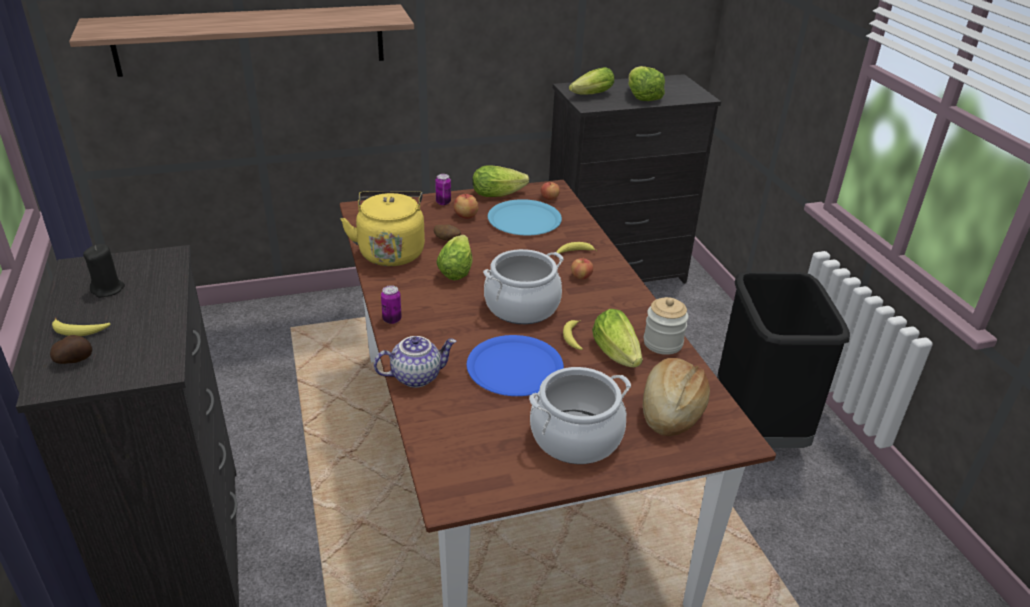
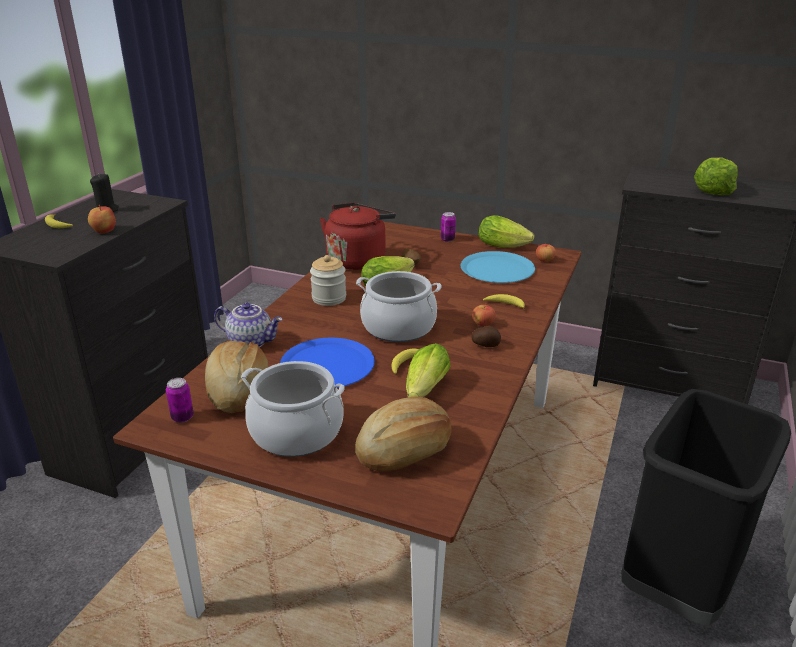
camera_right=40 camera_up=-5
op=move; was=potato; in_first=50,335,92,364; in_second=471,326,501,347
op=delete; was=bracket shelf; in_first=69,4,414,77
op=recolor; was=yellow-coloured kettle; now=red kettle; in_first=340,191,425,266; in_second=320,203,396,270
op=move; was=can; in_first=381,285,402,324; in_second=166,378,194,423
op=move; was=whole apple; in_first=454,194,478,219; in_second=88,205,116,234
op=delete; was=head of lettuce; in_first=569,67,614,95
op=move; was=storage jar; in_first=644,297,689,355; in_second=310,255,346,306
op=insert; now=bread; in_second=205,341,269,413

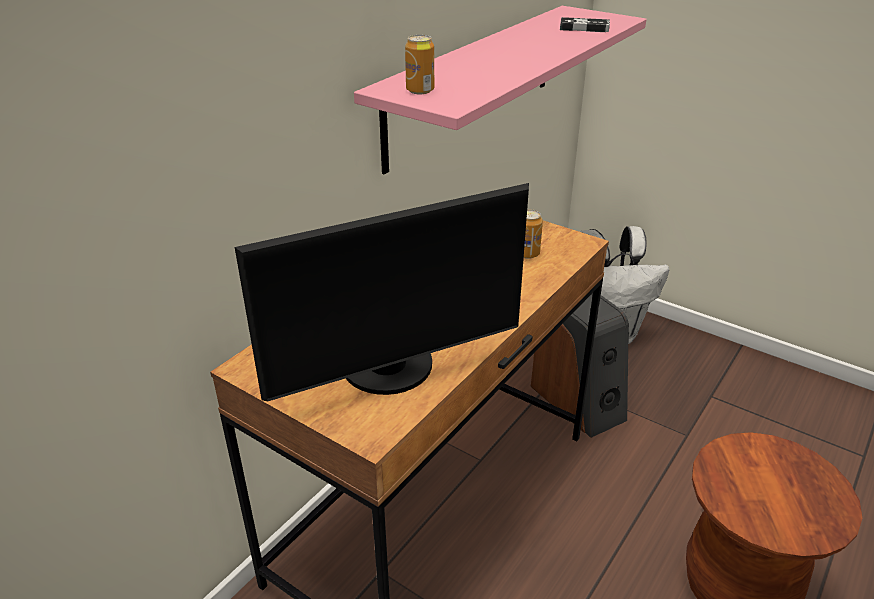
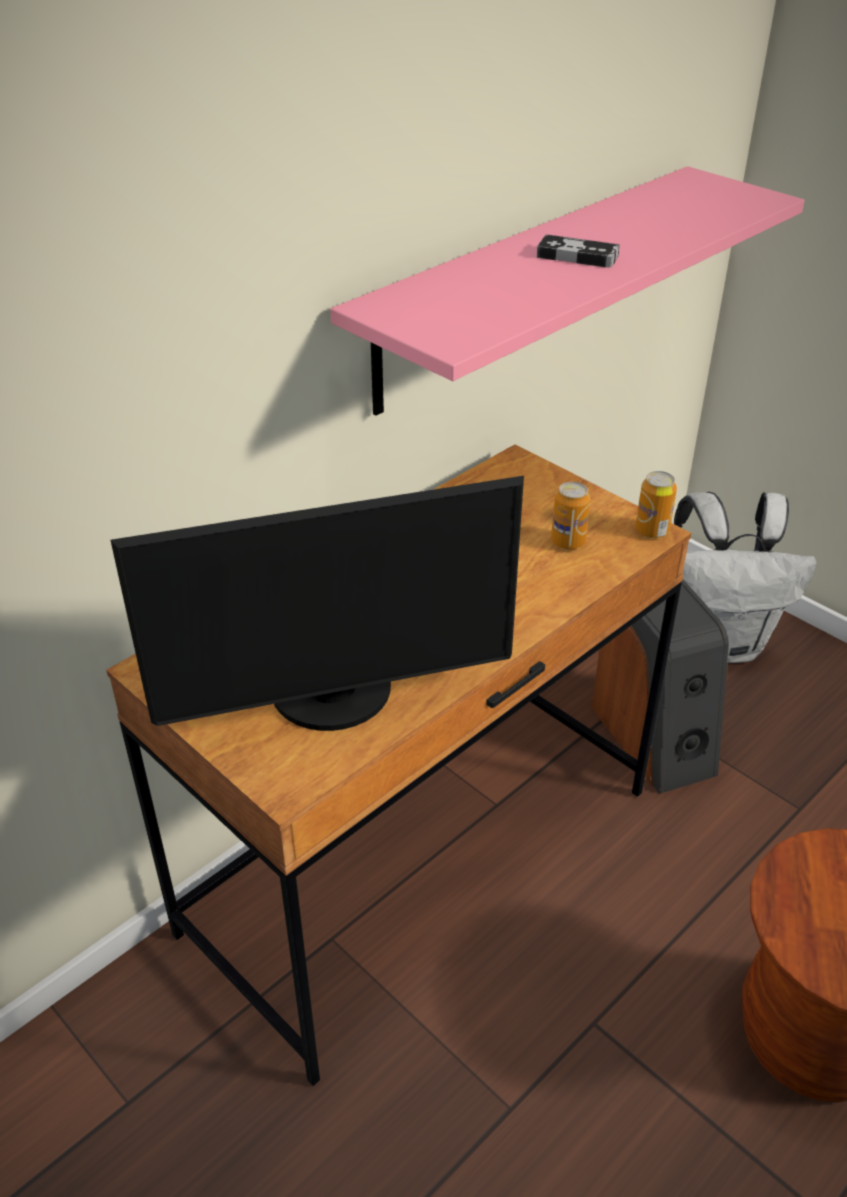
camera_right=10 camera_up=5
op=move; was=can; in_first=405,35,434,94; in_second=635,471,677,538
op=move; was=joypad; in_first=560,17,610,32; in_second=537,235,620,268

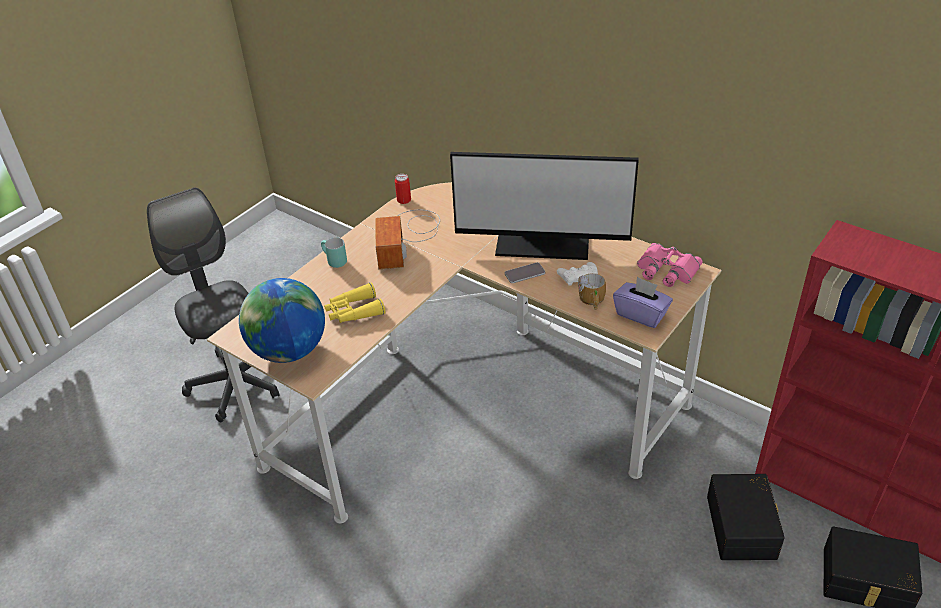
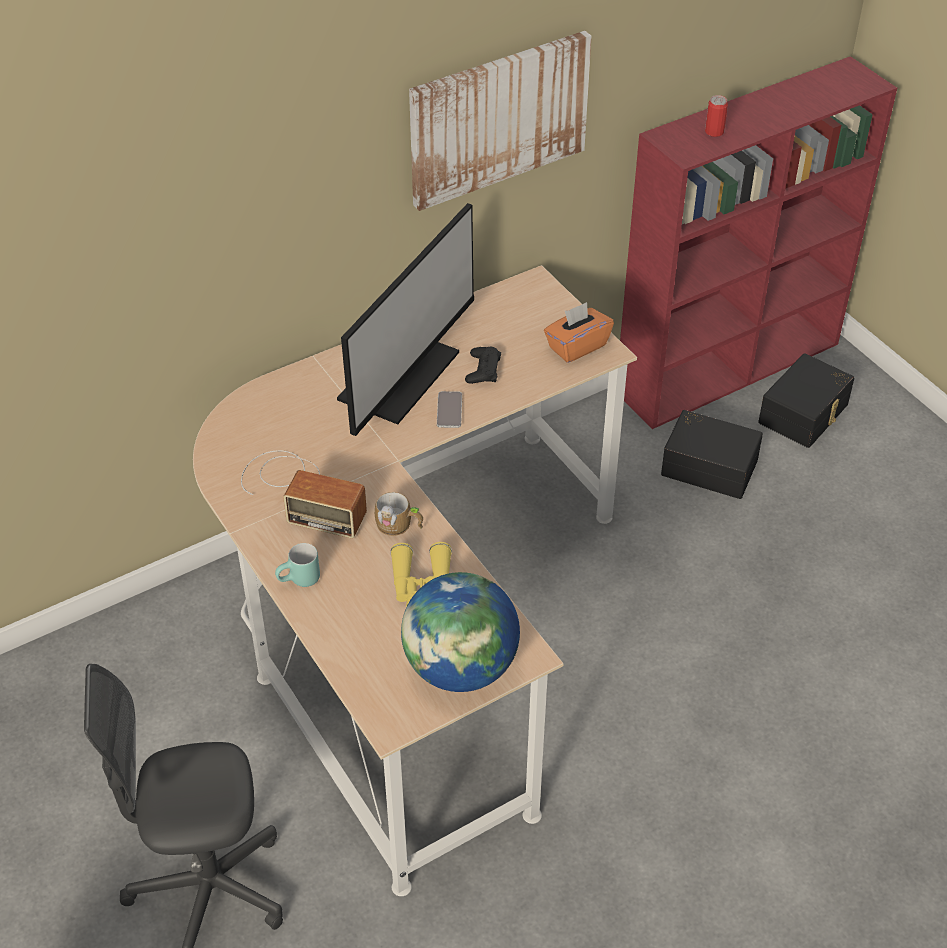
camera_right=-70 camera_up=5
op=move; was=can; in_first=395,174,411,204; in_second=705,95,728,137
op=recolor; was=white-coloured joypad; now=black joypad; in_first=557,262,598,286; in_second=465,347,501,384
op=move; was=coffee mug; in_first=578,273,606,310; in_second=375,492,423,536
op=recolor; was=purple tissue holder; now=orange tissue holder; in_first=613,277,673,328; in_second=544,302,614,363
op=delete; was=pink binoculars; in_first=637,243,703,287
op=insert; now=wall art; in_second=409,31,592,211

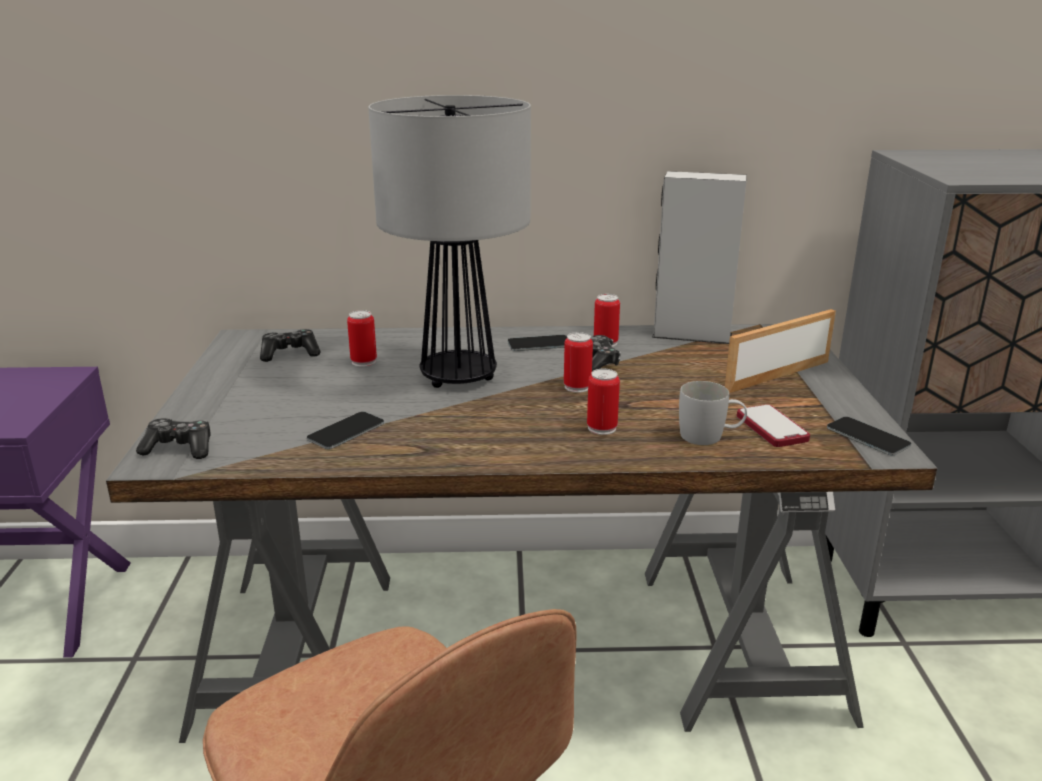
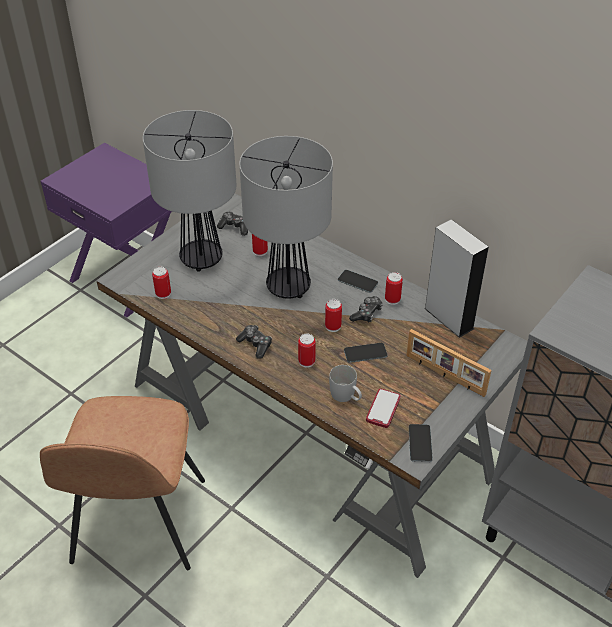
camera_right=40 camera_up=20
op=move; was=joypad; in_first=136,418,211,459; in_second=236,325,272,359
op=move; was=handset; in_first=307,412,384,449; in_second=344,343,388,363
op=rotate; was=picture frame; in_first=725,309,836,393; in_second=406,329,492,397; clockwise=-150
op=insert; now=table lamp; in_second=143,110,237,272
op=insert; now=can; in_second=152,267,171,299

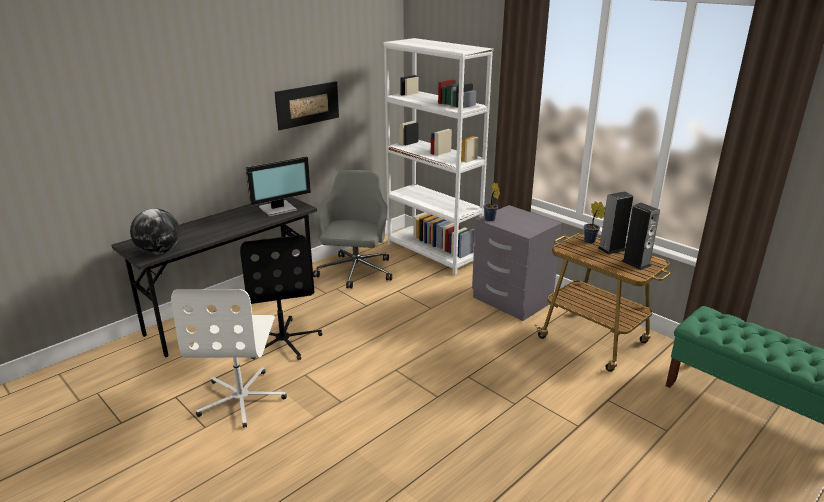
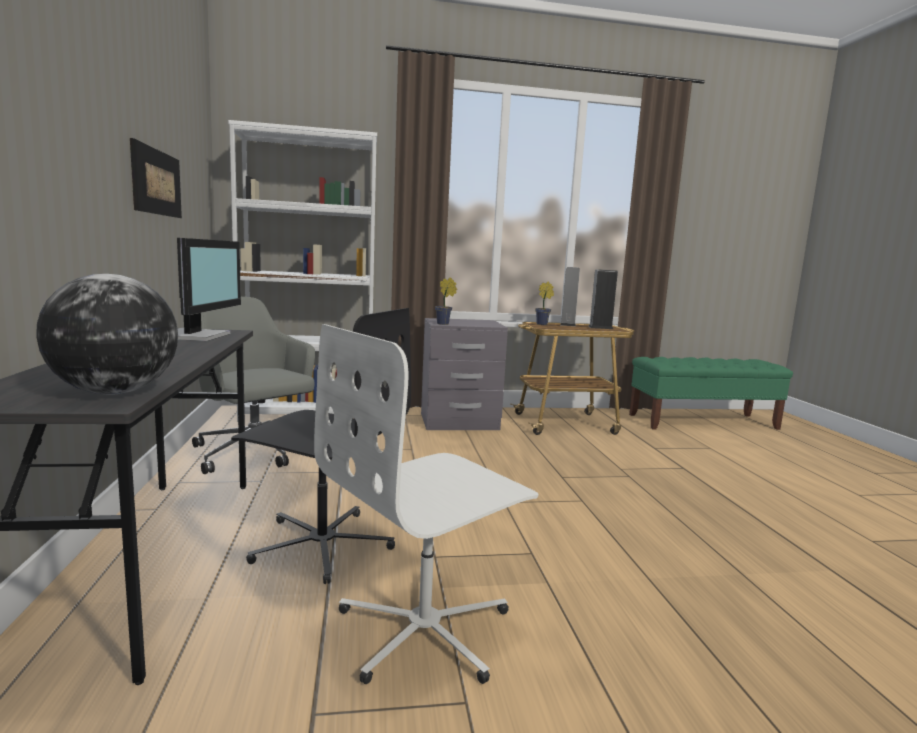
camera_right=-55 camera_up=-15
op=rotate; was=white-coloured office chair; in_first=171,289,287,428; in_second=314,324,539,684; clockwise=105

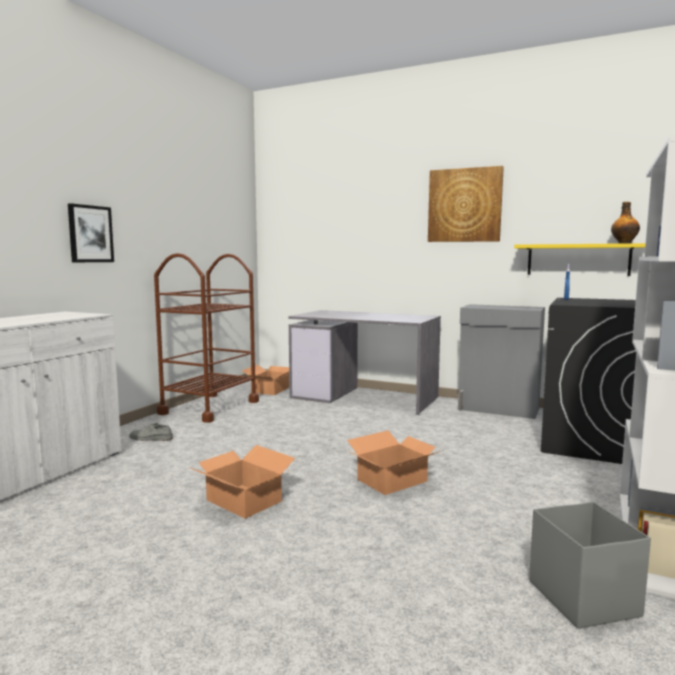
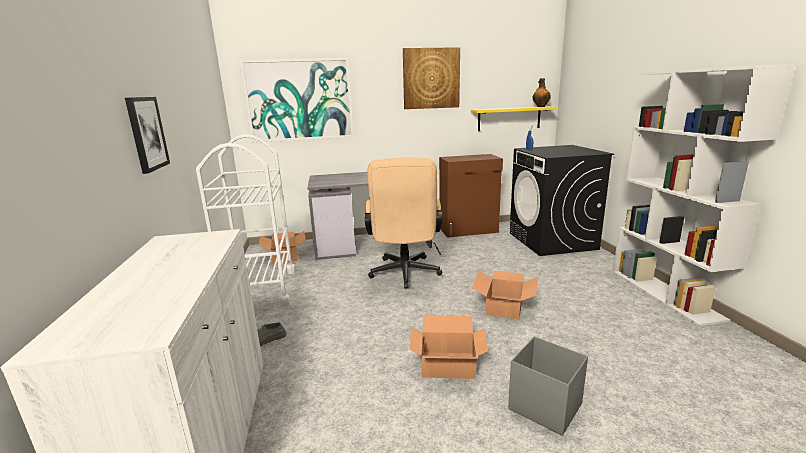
camera_right=-35 camera_up=10
op=recolor; was=brown wheeled cart; now=white-coloured wheeled cart; in_first=154,253,259,423; in_second=196,134,296,307
op=recolor; was=greyish cupboard; now=brown cupboard; in_first=458,304,545,419; in_second=439,154,503,237
op=move; was=greyish storage box; in_first=529,502,651,629; in_second=508,336,588,436
op=insert; now=wall art; in_second=240,58,354,143
op=insert; now=beige-coloured office chair; in_second=365,157,443,289

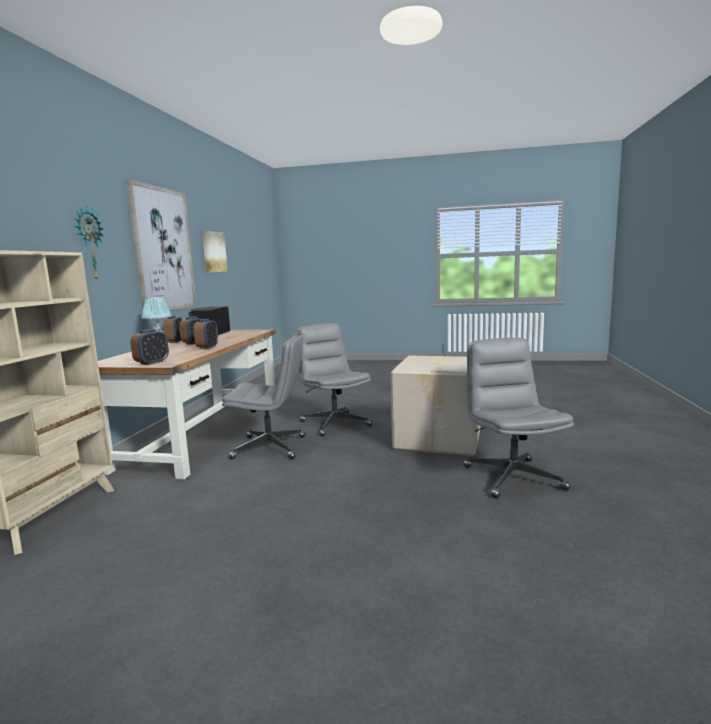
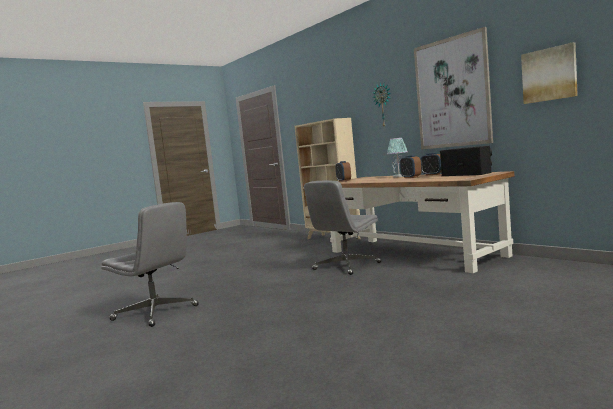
camera_right=130 camera_up=-5
op=delete; was=alarm clock; in_first=194,319,218,349
op=delete; was=greyish office chair; in_first=297,323,372,436
op=delete; was=carton; in_first=390,355,480,456

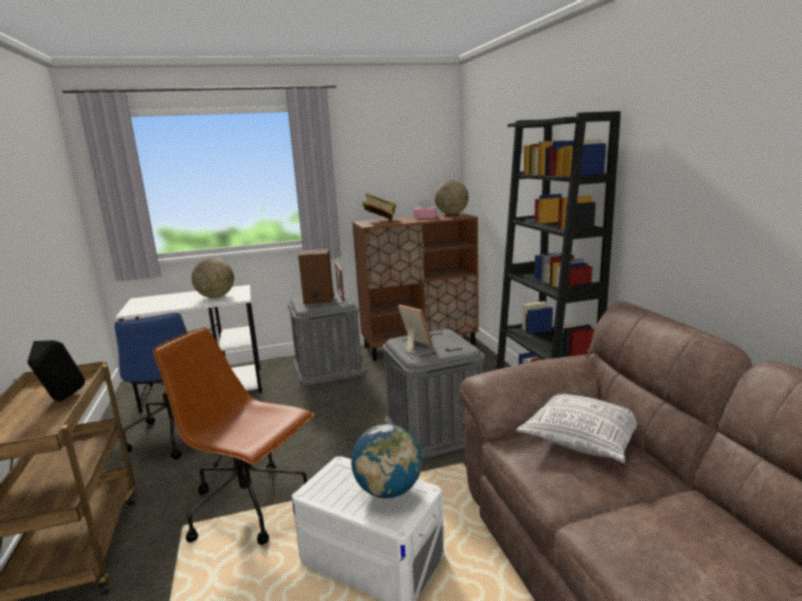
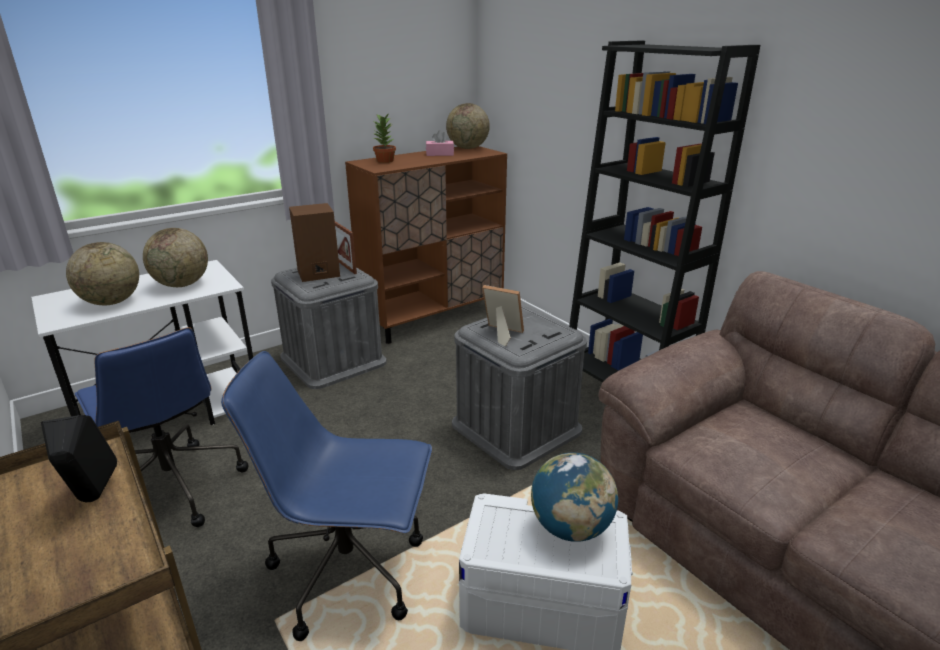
camera_right=-20 camera_up=10
op=recolor; was=brown office chair; now=blue-coloured office chair; in_first=153,328,314,545; in_second=221,351,432,641
op=replace; was=book; now=potted plant; in_first=362,193,397,220; in_second=373,114,396,163
op=delete; was=pillow; in_first=516,394,637,463
op=insert; now=desk globe; in_second=66,242,139,305

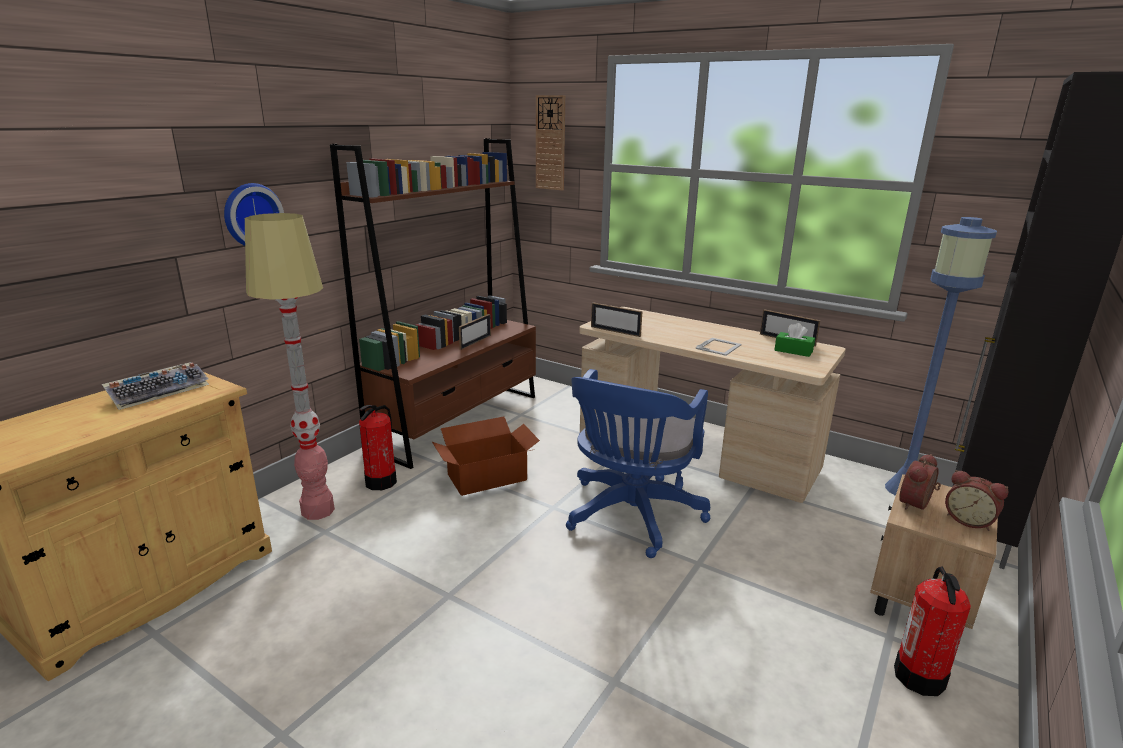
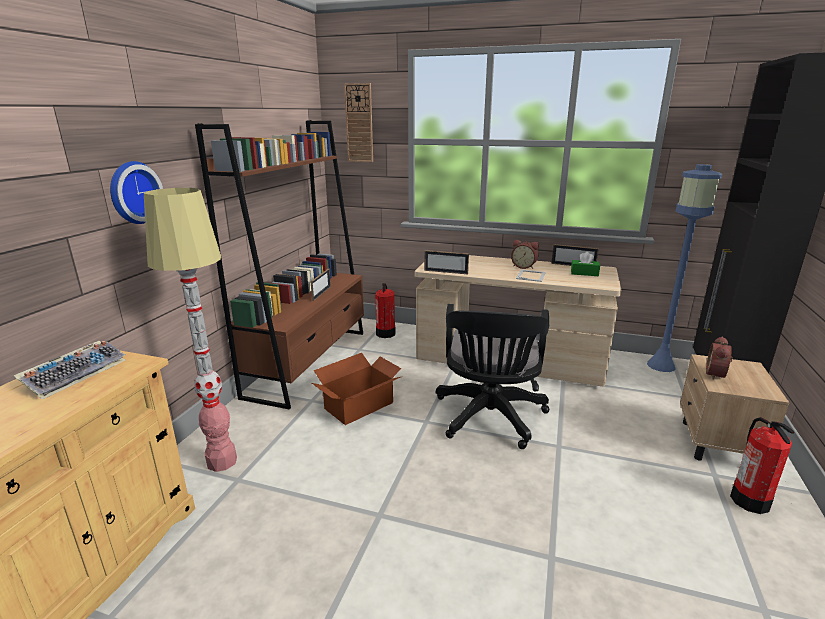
camera_right=-15 camera_up=0
op=move; was=extinguisher; in_first=359,405,397,490; in_second=375,283,395,338
op=recolor; was=blue-coloured office chair; now=black office chair; in_first=566,369,710,558; in_second=436,304,550,449
op=move; was=alarm clock; in_first=945,470,1009,531; in_second=511,240,539,269

